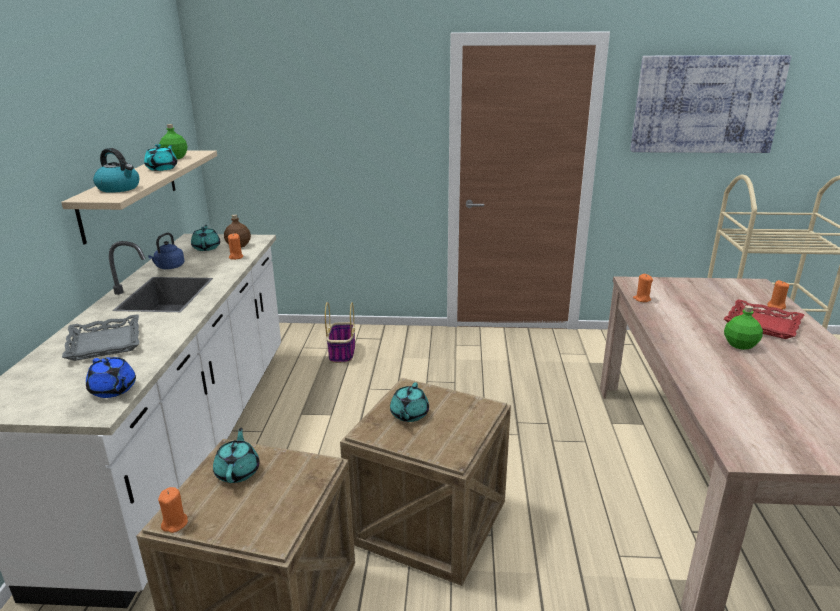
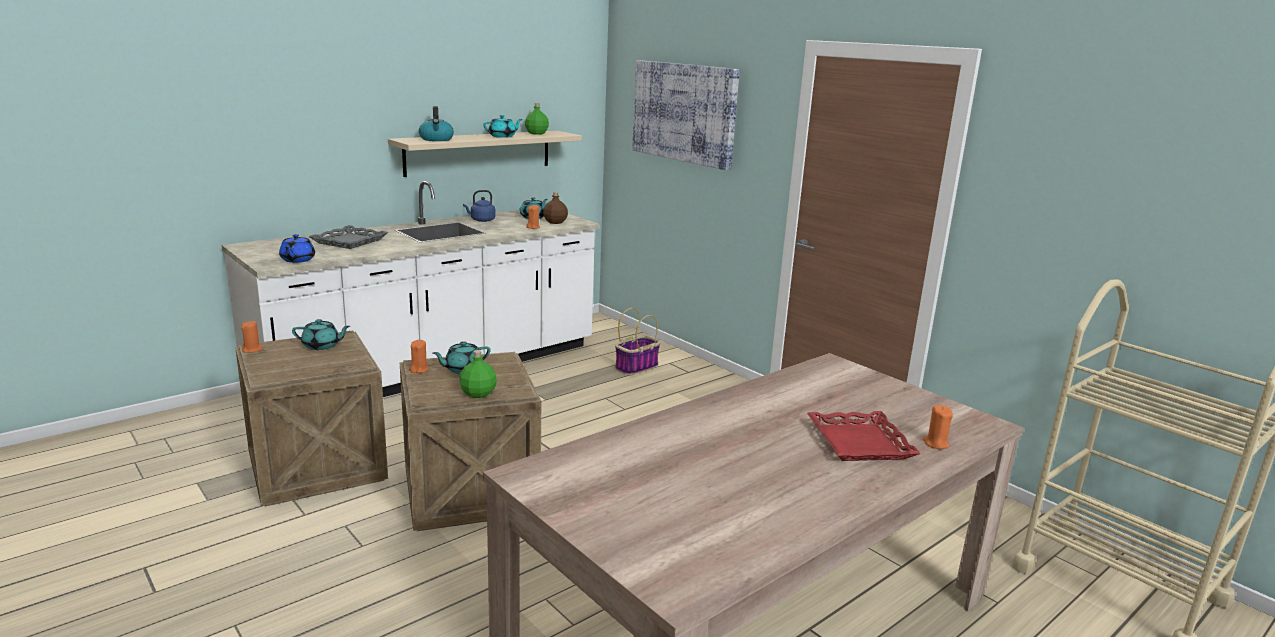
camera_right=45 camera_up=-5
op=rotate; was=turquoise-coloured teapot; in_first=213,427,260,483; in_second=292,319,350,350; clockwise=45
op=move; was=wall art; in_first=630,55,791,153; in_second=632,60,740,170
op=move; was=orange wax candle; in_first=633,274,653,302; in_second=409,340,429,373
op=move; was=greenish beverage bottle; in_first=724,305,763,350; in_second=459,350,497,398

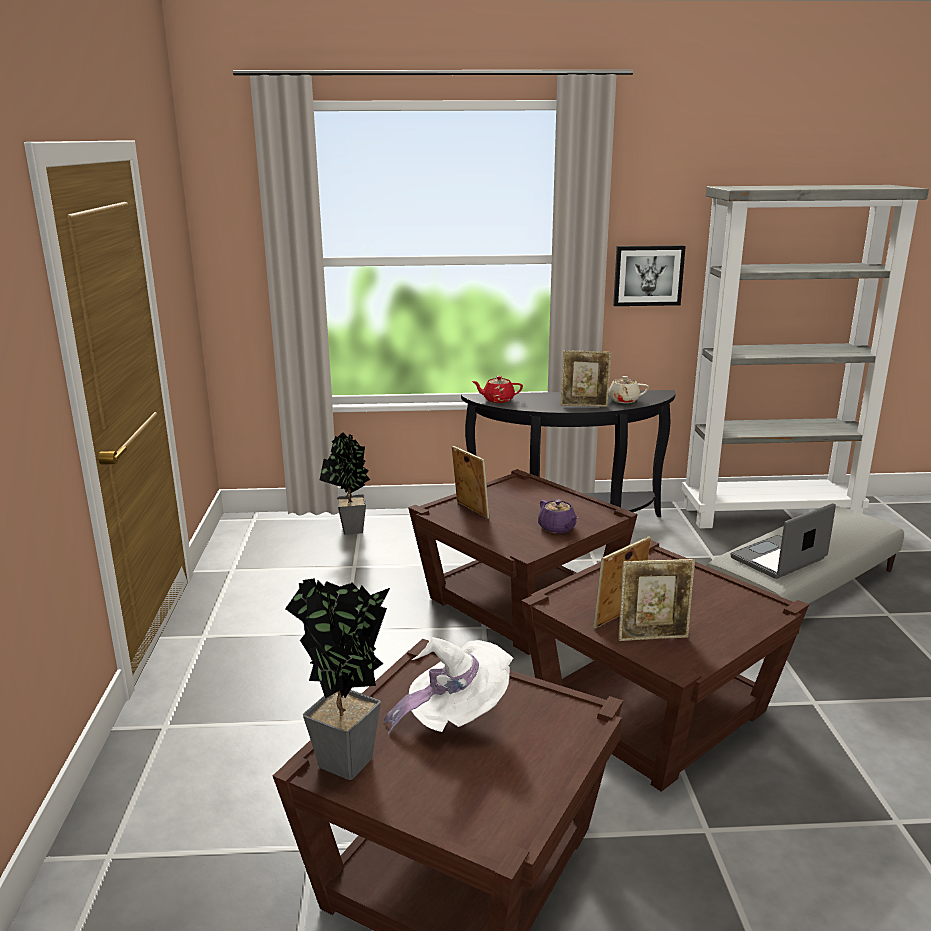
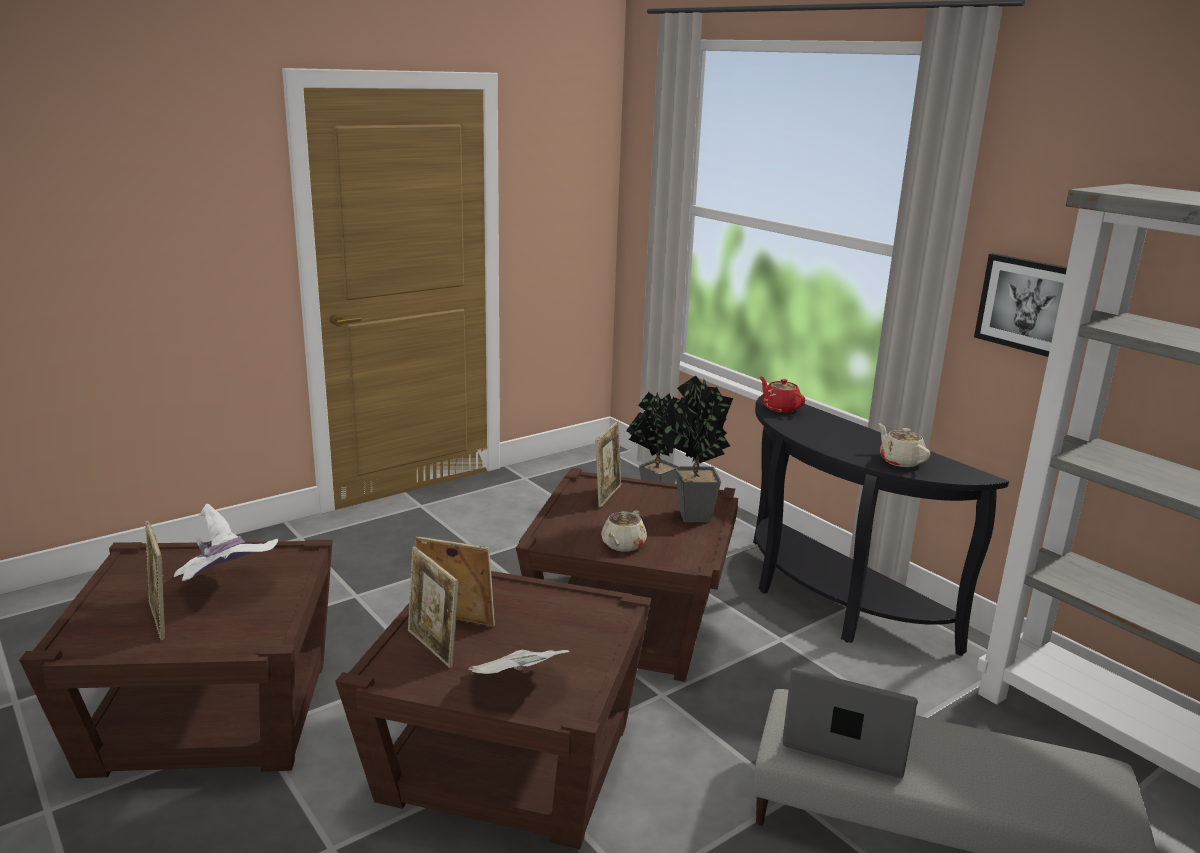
camera_right=55 camera_up=0
op=move; was=potted plant; in_first=285,578,390,780; in_second=661,376,733,522
op=recolor; was=purple teapot; now=beige-coloured teapot; in_first=538,499,578,533; in_second=601,510,647,552
op=move; was=picture frame; in_first=560,350,611,407; in_second=145,521,165,640
op=insert; now=newspaper; in_second=468,650,569,674

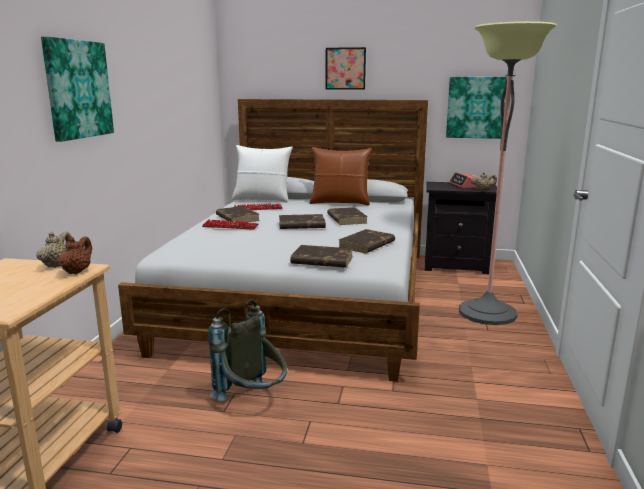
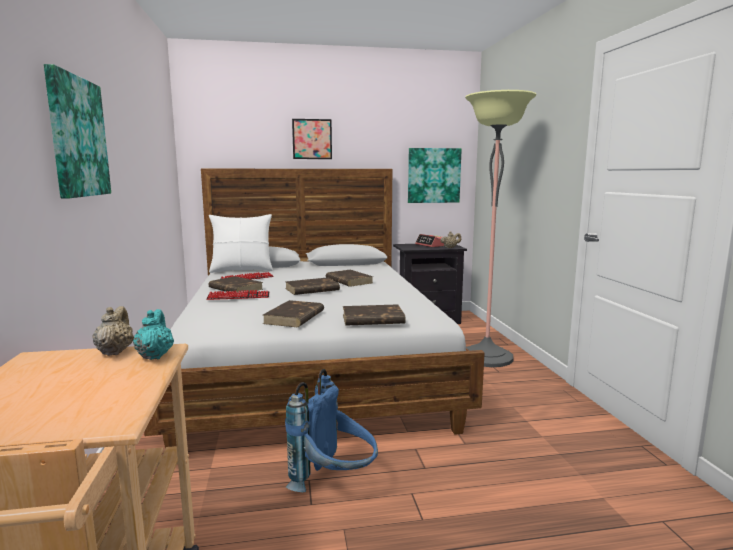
camera_right=-20 camera_up=-5
op=recolor; was=brown teapot; now=turquoise-coloured teapot; in_first=58,236,92,274; in_second=133,309,174,360
op=recolor; was=greyish backpack; now=blue-coloured backpack; in_first=208,300,287,401; in_second=285,369,378,492
op=delete; was=brown pillow; in_first=310,147,372,205
op=move; was=brown book; in_first=339,229,395,253; in_second=263,300,324,327

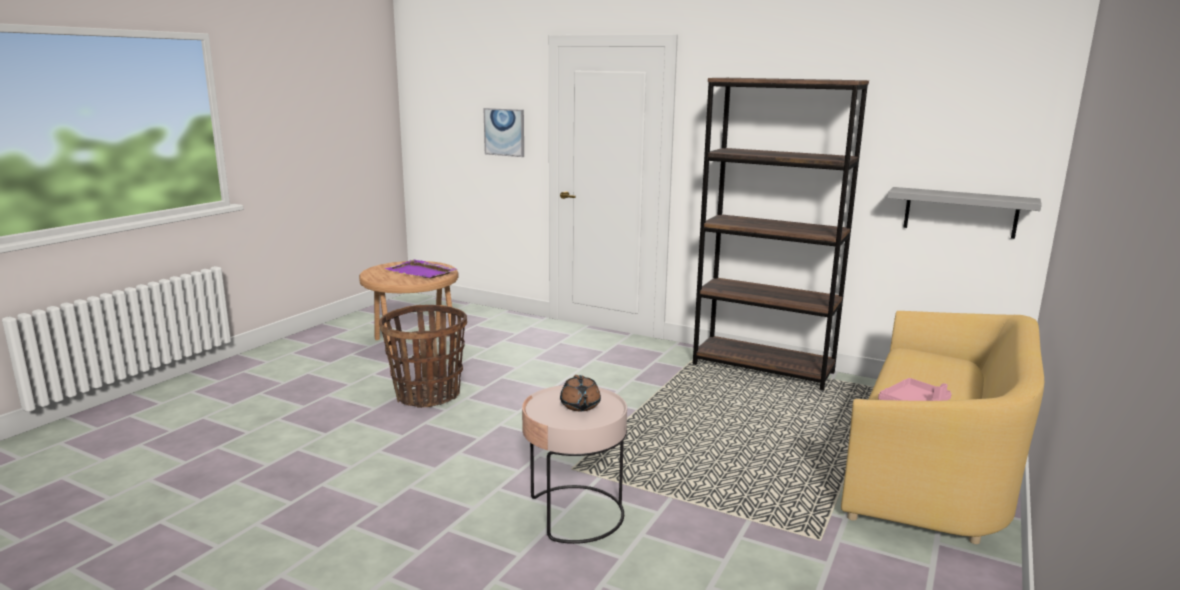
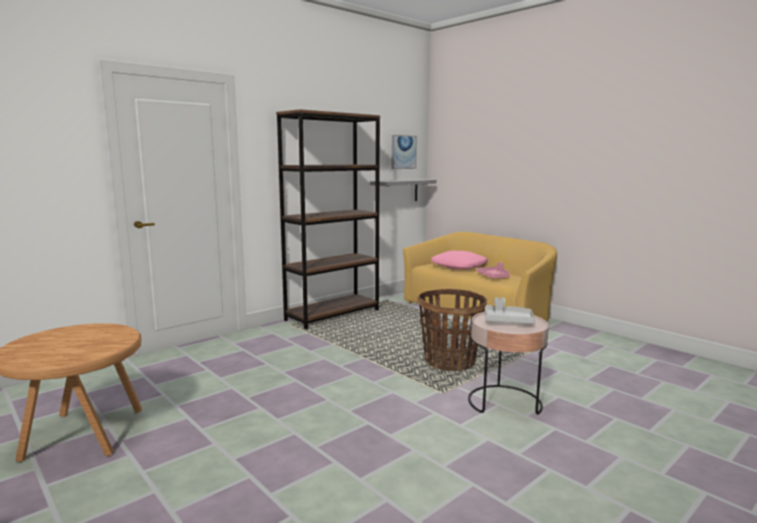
camera_right=-70 camera_up=-5
op=move; was=storage basket; in_first=379,305,467,408; in_second=418,289,487,371
op=delete; was=purple serving tray; in_first=385,260,457,278
op=move; was=wall art; in_first=483,108,524,157; in_second=391,135,417,169
op=replace; was=brown teapot; now=greyish serving tray; in_first=560,375,601,411; in_second=485,297,535,324
op=insert; now=pink pillow; in_second=431,251,488,270

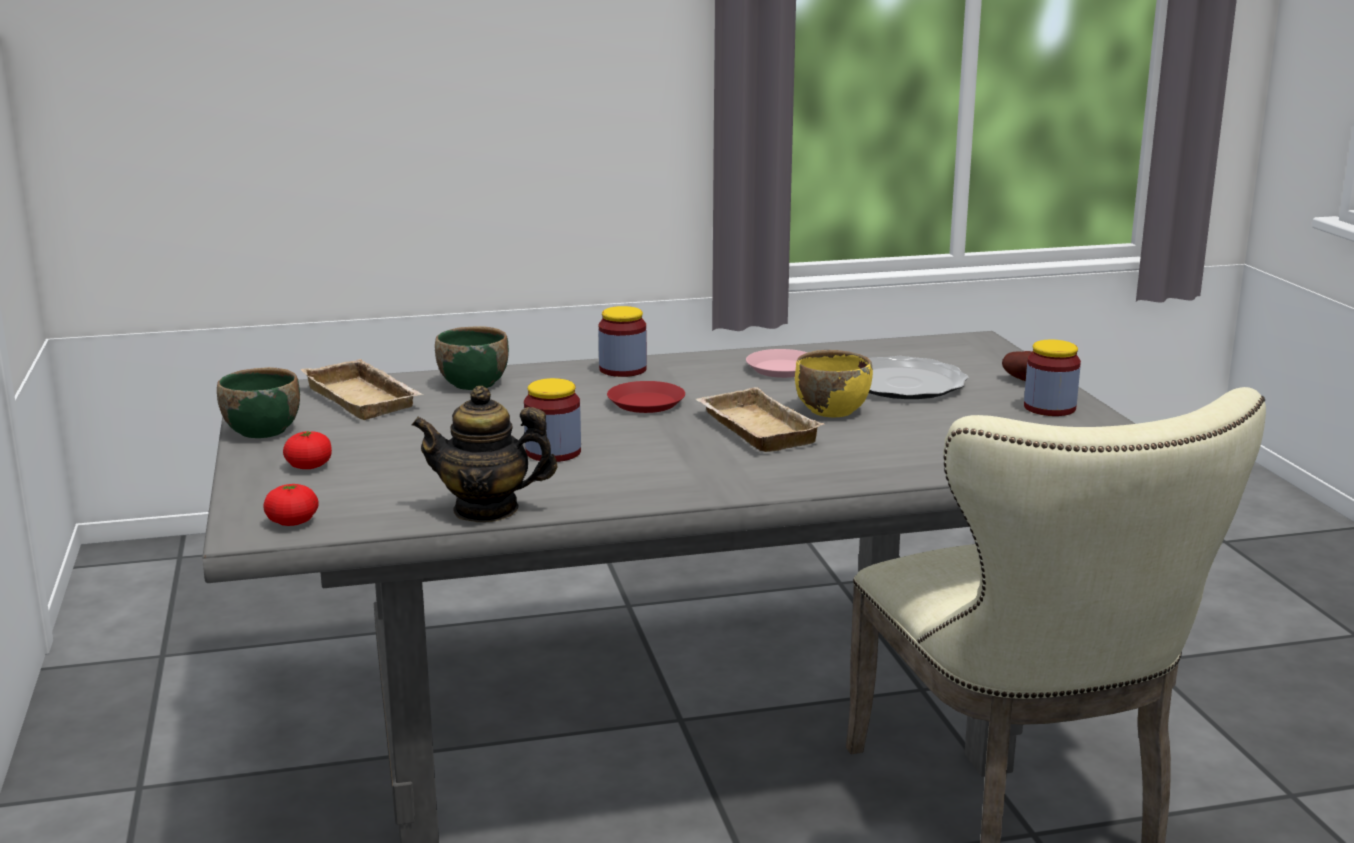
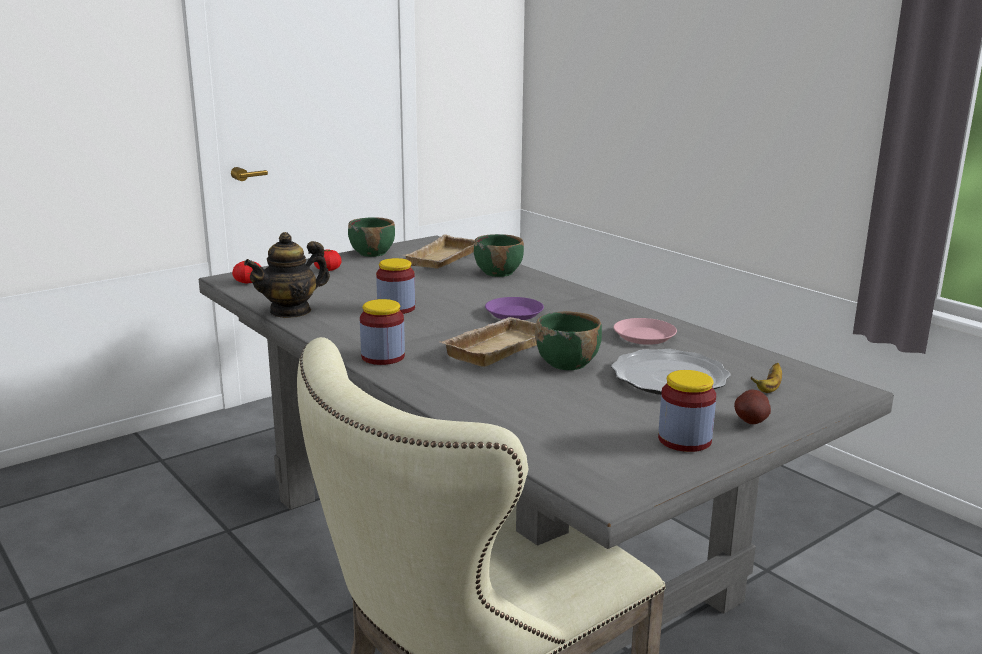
camera_right=65 camera_up=0
op=rotate; was=teapot; in_first=412,386,558,522; in_second=244,232,330,318; clockwise=-105
op=move; was=storage jar; in_first=598,306,647,377; in_second=360,299,405,365
op=recolor; was=red dinner plate; now=purple dinner plate; in_first=607,381,685,413; in_second=485,297,544,320
op=recolor; was=yellow-coloured deep dish; now=greenish deep dish; in_first=795,350,873,417; in_second=535,311,602,370
op=insert; now=banana fruit; in_second=751,363,782,393

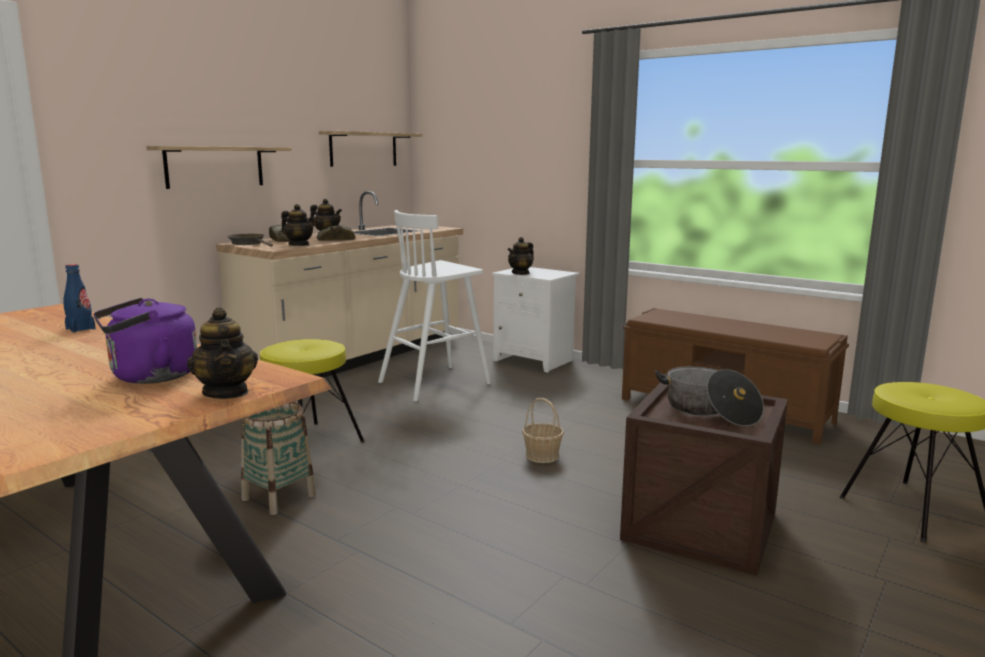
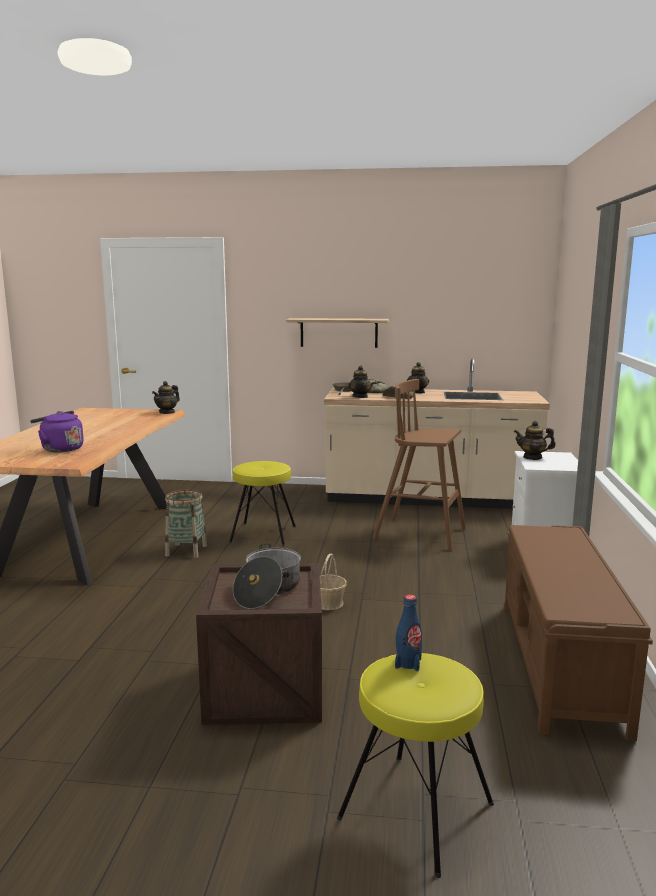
camera_right=60 camera_up=0
op=move; was=blue-coloured beverage bottle; in_first=63,264,96,333; in_second=395,595,422,671
op=move; was=teapot; in_first=187,307,258,399; in_second=152,381,180,414
op=delete; was=bracket shelf; in_first=319,131,422,167
op=recolor; was=white-coloured stool seat; now=brown stool seat; in_first=378,210,491,402; in_second=372,379,466,551

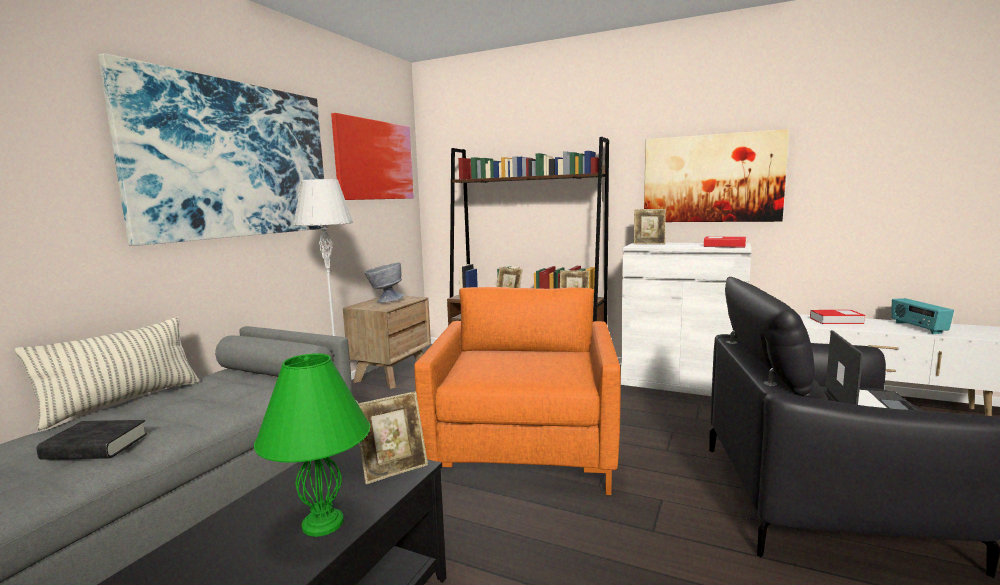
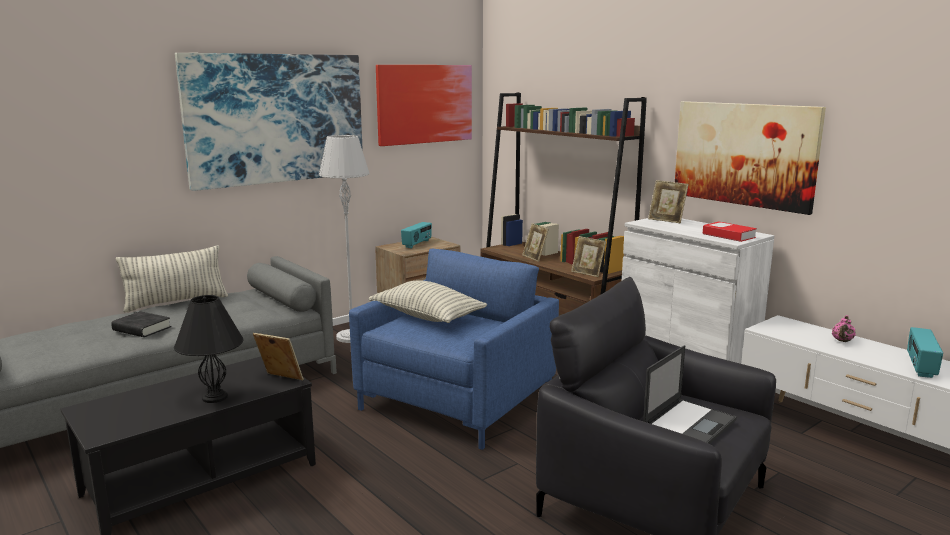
camera_right=25 camera_up=5
op=recolor; was=greenish table lamp; now=black table lamp; in_first=254,353,370,537; in_second=174,295,243,403
op=rotate; was=picture frame; in_first=358,391,428,484; in_second=253,333,304,380; clockwise=-150
op=replace; was=greyish deep dish; now=radio receiver; in_first=364,263,404,303; in_second=401,222,432,248
op=recolor; was=orange lounge chair; now=blue-coloured lounge chair; in_first=414,287,621,495; in_second=349,249,559,450
op=replace; was=book; now=pink teapot; in_first=810,310,865,324; in_second=832,315,856,342
op=insert; now=pillow; in_second=368,280,487,323

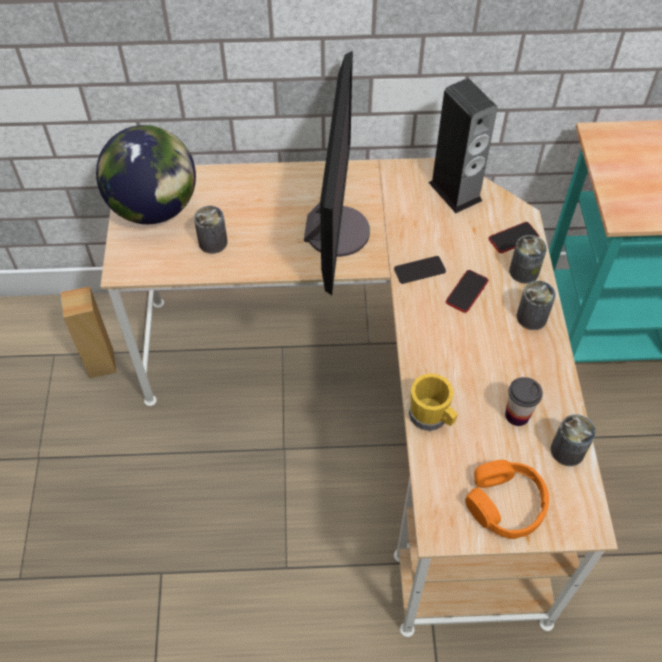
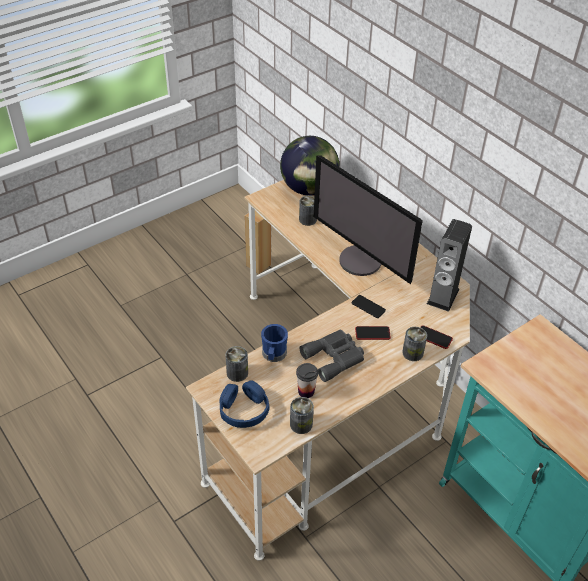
camera_right=55 camera_up=-10
op=rotate; was=computer display; in_first=304,51,370,295; in_second=314,155,423,284; clockwise=75
op=recolor; was=yellow-coloured coffee mug; now=blue-coloured coffee mug; in_first=409,373,458,431; in_second=261,324,288,362
op=recolor; was=orange headphones; now=blue-coloured headphones; in_first=465,460,549,539; in_second=219,380,270,428
op=move; was=can; in_first=516,281,556,330; in_second=226,346,248,382
op=insert; now=greyish binoculars; in_second=299,330,364,382

